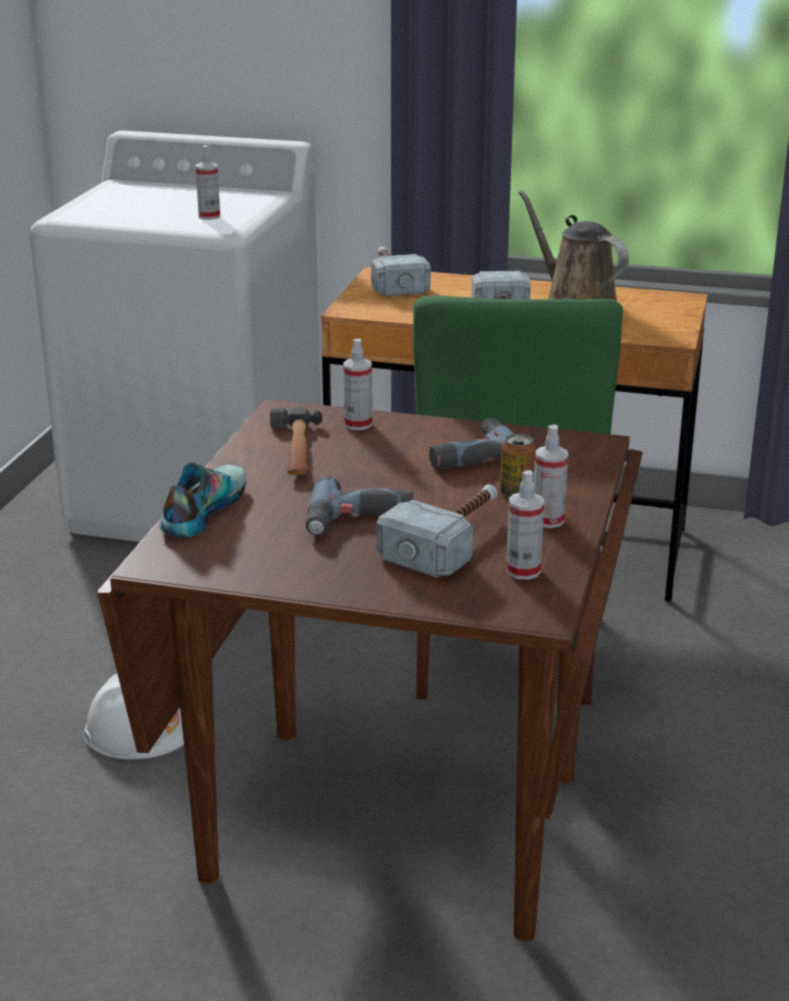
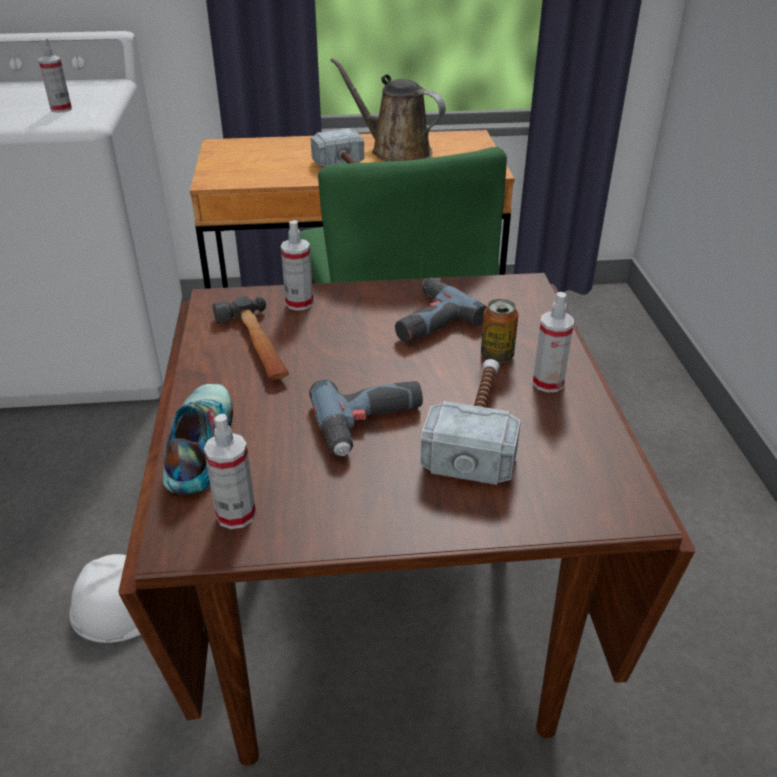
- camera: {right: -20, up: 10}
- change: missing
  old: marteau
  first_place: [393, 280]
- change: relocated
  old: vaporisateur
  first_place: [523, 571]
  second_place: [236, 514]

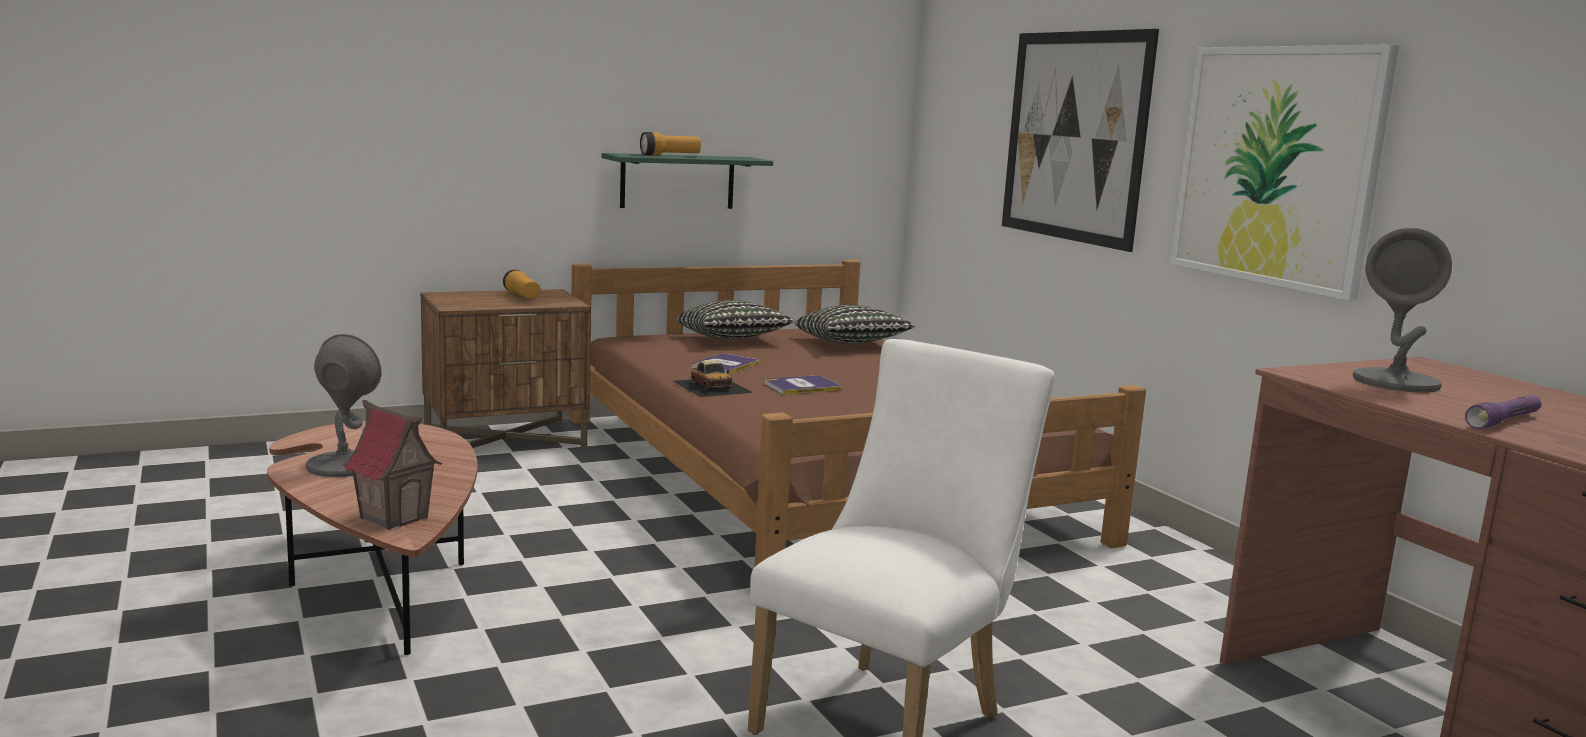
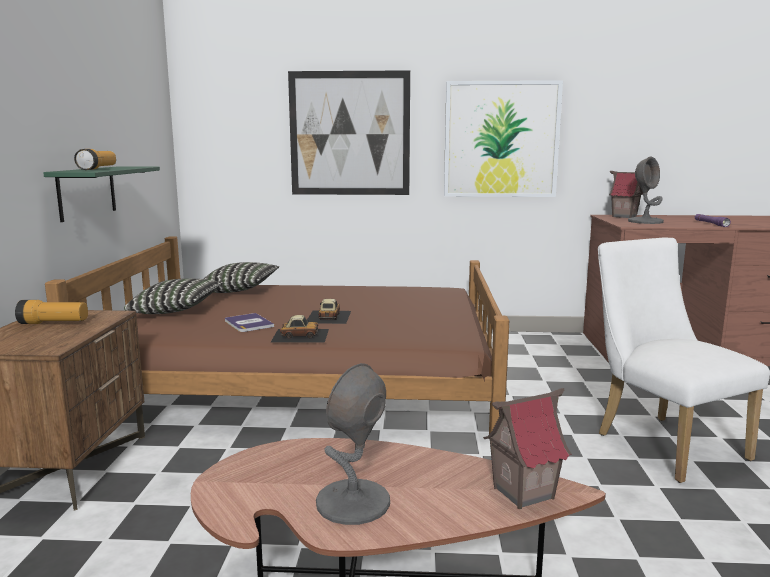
- camera: {right: -60, up: 0}
- change: exchanged
  old: livre
  new: petite voiture
  first_place: [802, 386]
  second_place: [328, 316]
- change: appeared
  new: maison miniature
  second_place: [624, 216]

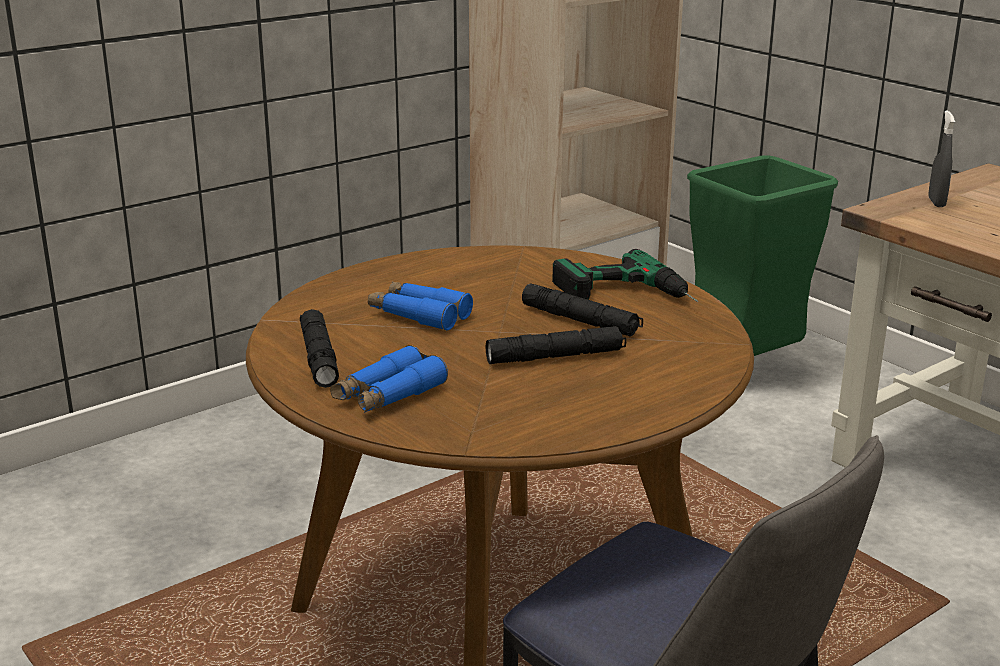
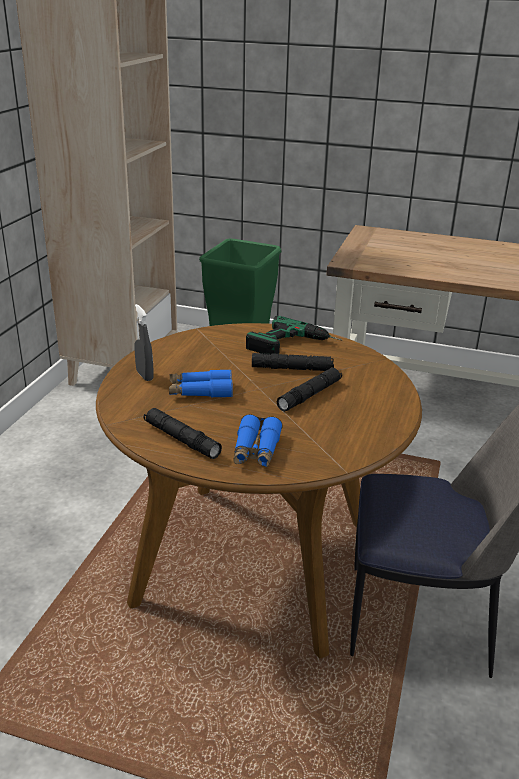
- camera: {right: -35, up: 5}
- change: relocated
  old: vaporisateur (gris)
  first_place: [936, 202]
  second_place: [144, 375]

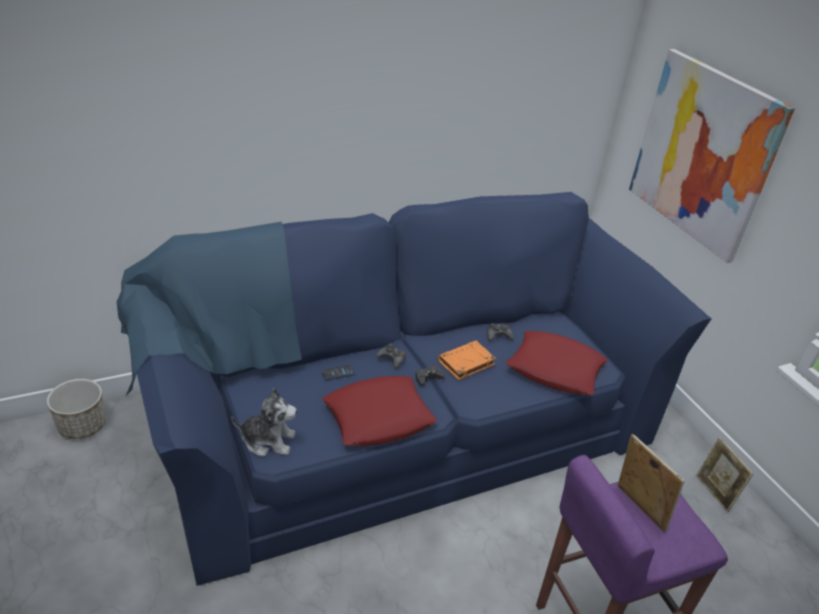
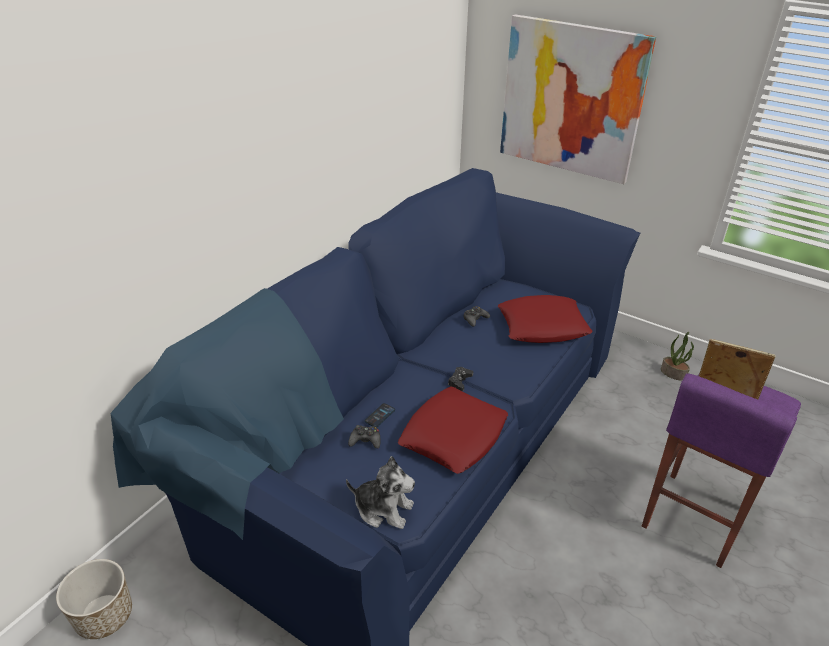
- camera: {right: -30, up: 0}
- change: spun
  old: peluche
  first_place: [268, 440]
  second_place: [383, 509]
  degrees: 45
- change: relocated
  old: manette (noir)
  first_place: [392, 359]
  second_place: [365, 440]
- change: missing
  old: livre (orange)
  first_place: [466, 363]
- change: exchanged
  old: cadre photo
  new: plante en pot
  first_place: [714, 493]
  second_place: [674, 373]

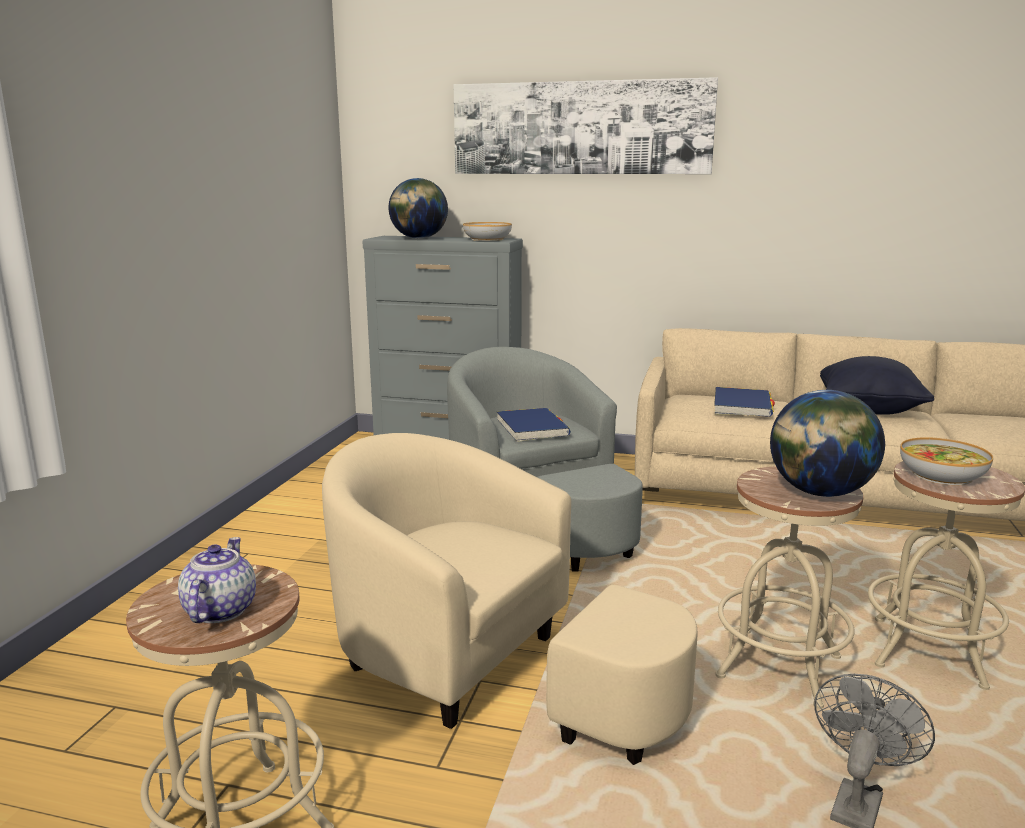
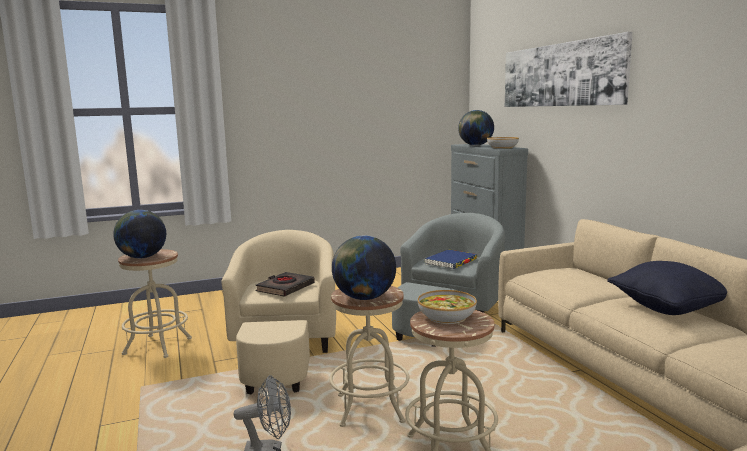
- camera: {right: 55, up: -5}
- change: exchanged
  old: théière
  new: globe
  first_place: [219, 610]
  second_place: [142, 257]
- change: missing
  old: livre (bleu)
  first_place: [742, 406]
- change: appeared
  new: livre (noir)
  second_place: [285, 288]

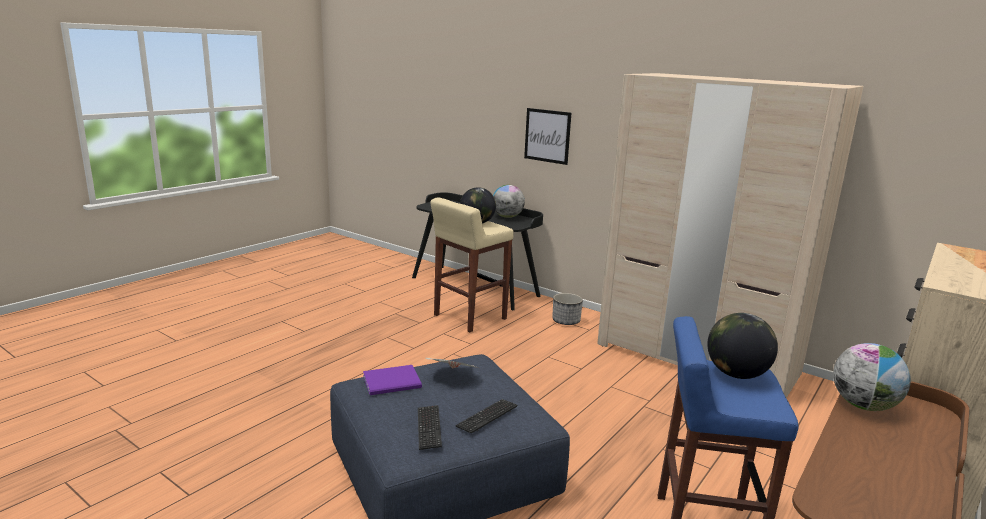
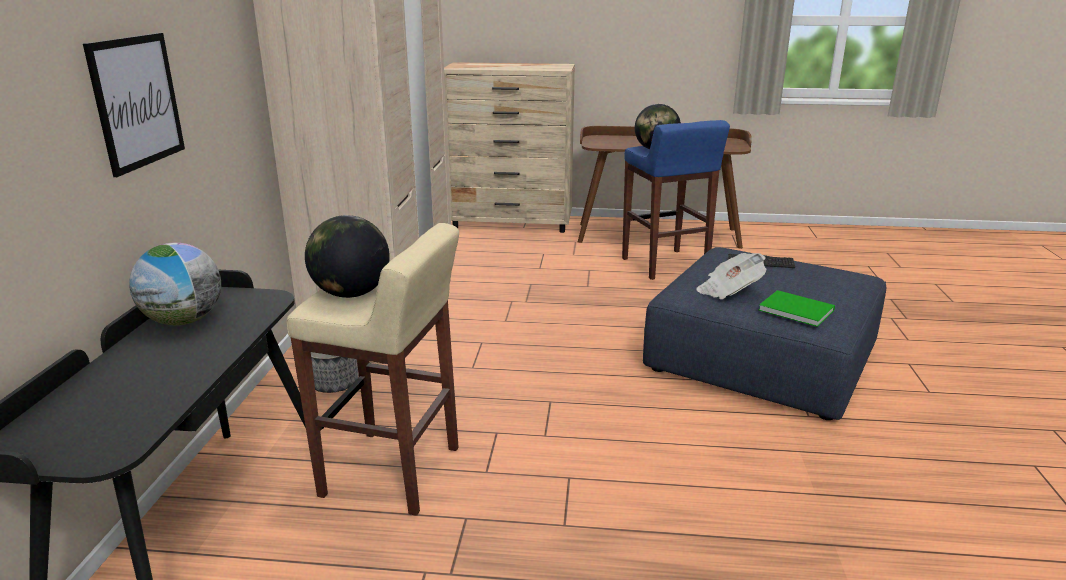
- camera: {right: -120, up: 5}
- change: colour
  old: livre (violet)
  new: livre (vert)
  first_place: [394, 382]
  second_place: [795, 309]
- change: missing
  old: clavier
  first_place: [429, 428]
- change: missing
  old: globe
  first_place: [863, 406]

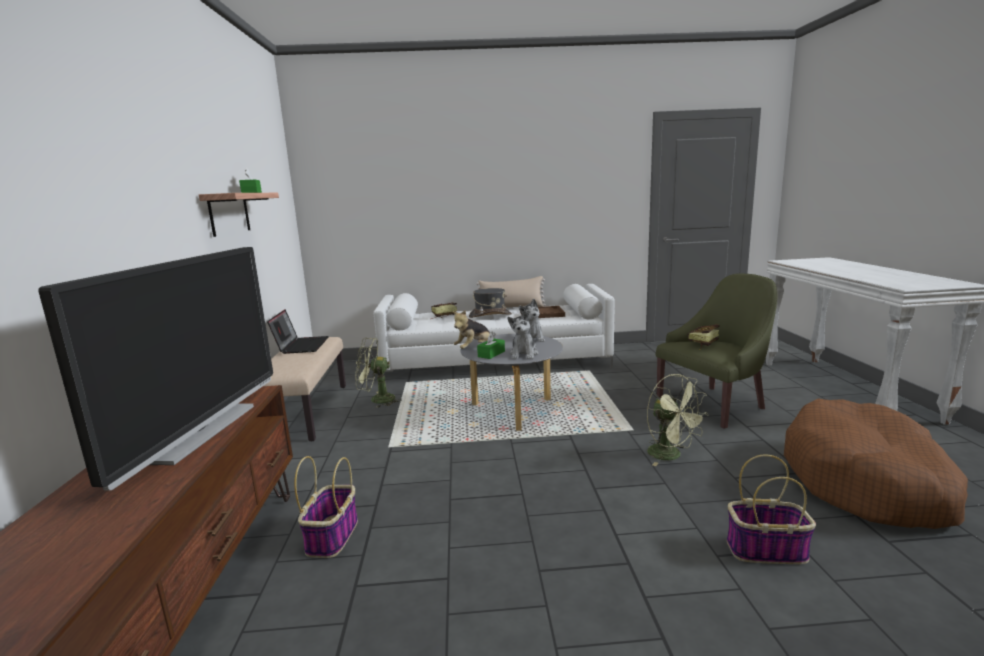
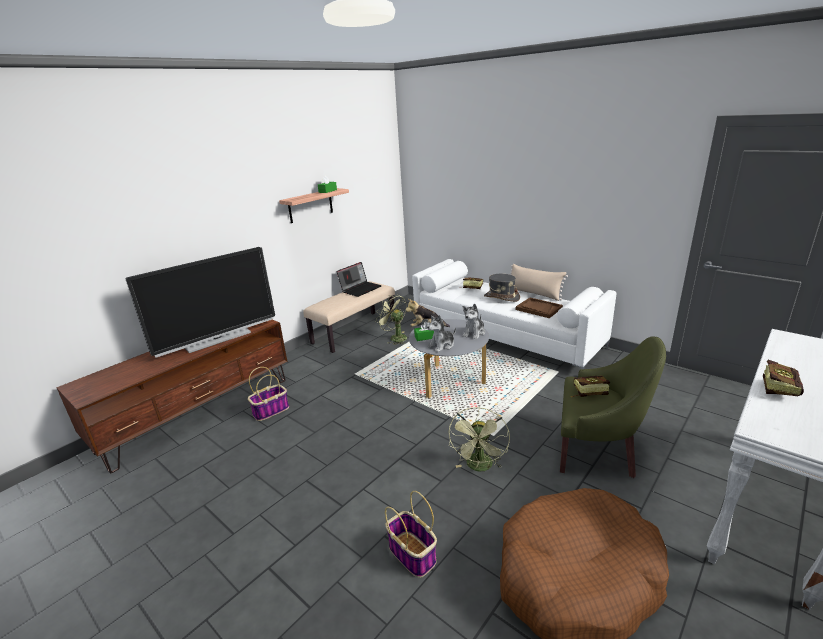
- camera: {right: 45, up: 10}
- change: appeared
  new: livre
  second_place: [778, 388]

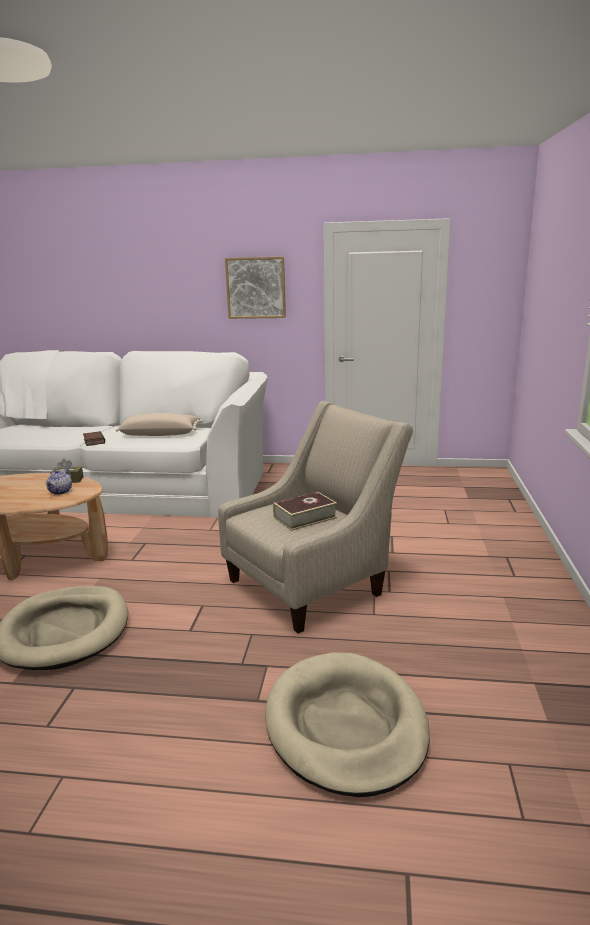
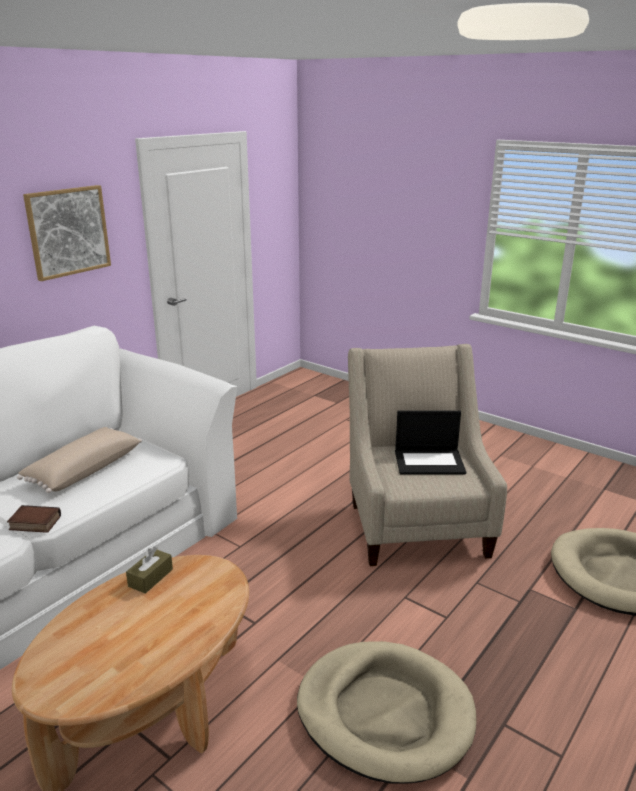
- camera: {right: -60, up: 5}
- change: missing
  old: théière
  first_place: [60, 491]
- change: exchanged
  old: livre
  new: ordinateur portable
  first_place: [305, 517]
  second_place: [430, 462]

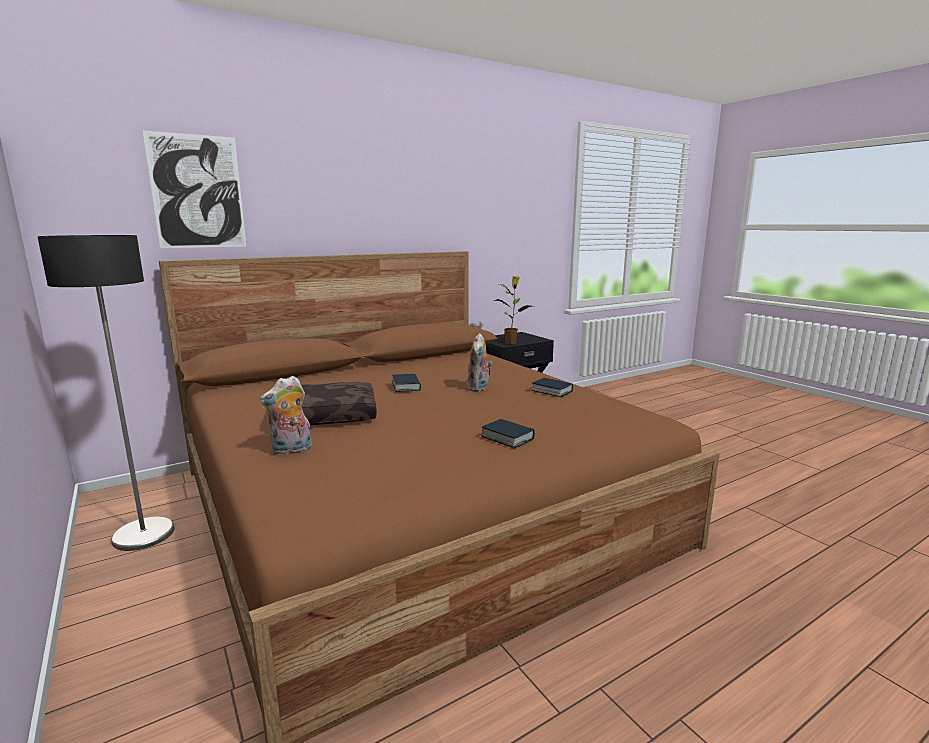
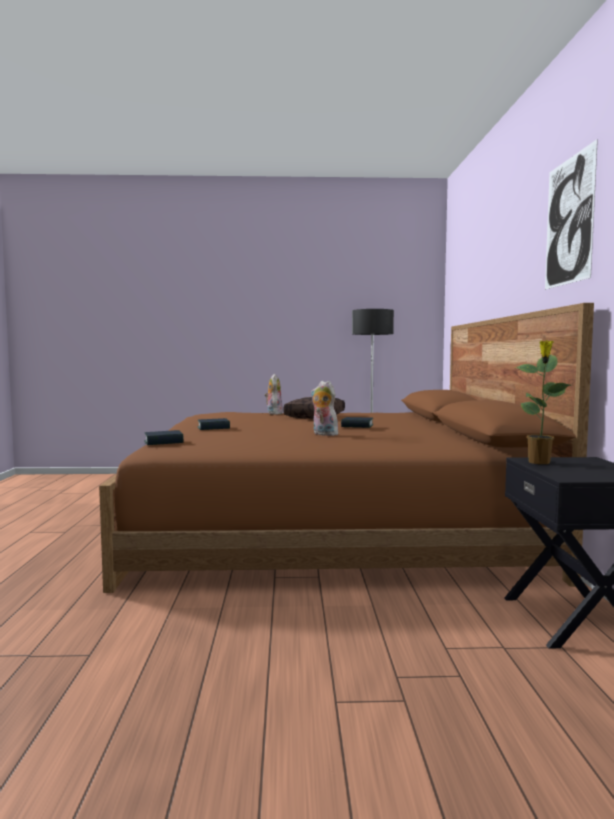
- camera: {right: 120, up: -10}
- change: relocated
  old: tableau
  first_place: [197, 192]
  second_place: [569, 221]
- change: relocated
  old: livre
  first_place: [552, 391]
  second_place: [163, 442]

